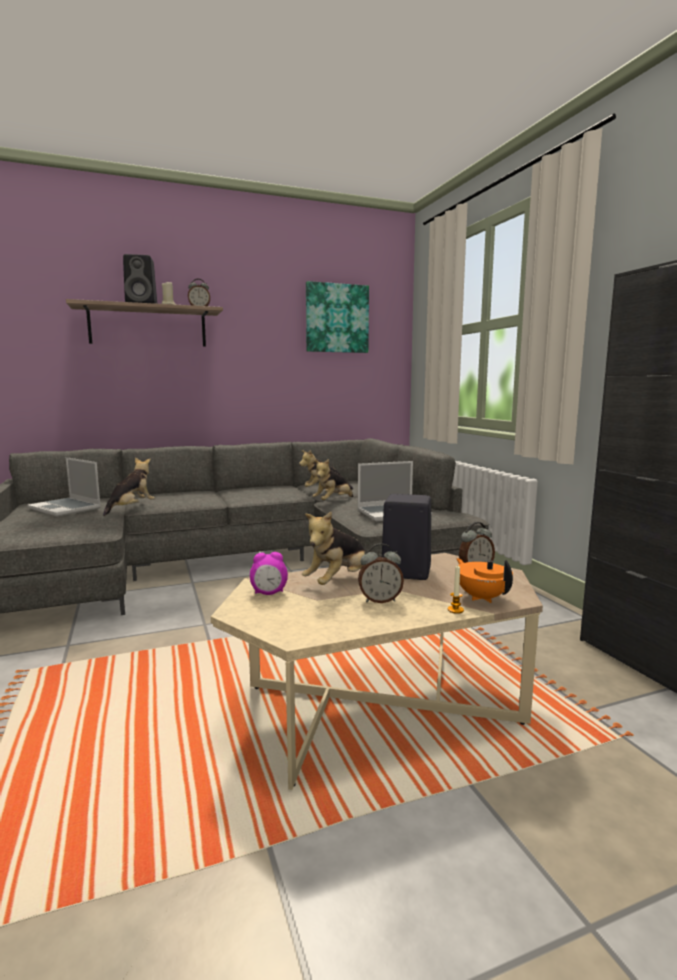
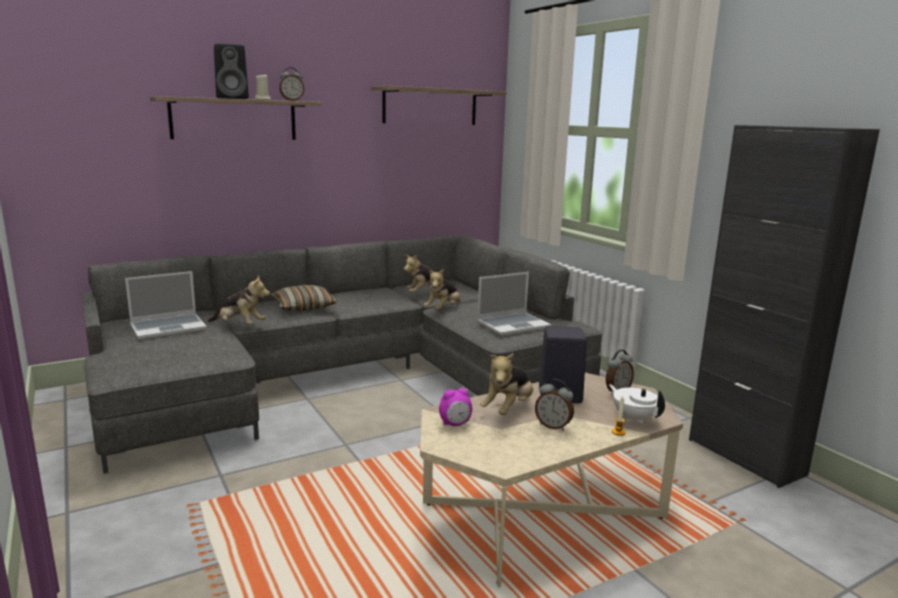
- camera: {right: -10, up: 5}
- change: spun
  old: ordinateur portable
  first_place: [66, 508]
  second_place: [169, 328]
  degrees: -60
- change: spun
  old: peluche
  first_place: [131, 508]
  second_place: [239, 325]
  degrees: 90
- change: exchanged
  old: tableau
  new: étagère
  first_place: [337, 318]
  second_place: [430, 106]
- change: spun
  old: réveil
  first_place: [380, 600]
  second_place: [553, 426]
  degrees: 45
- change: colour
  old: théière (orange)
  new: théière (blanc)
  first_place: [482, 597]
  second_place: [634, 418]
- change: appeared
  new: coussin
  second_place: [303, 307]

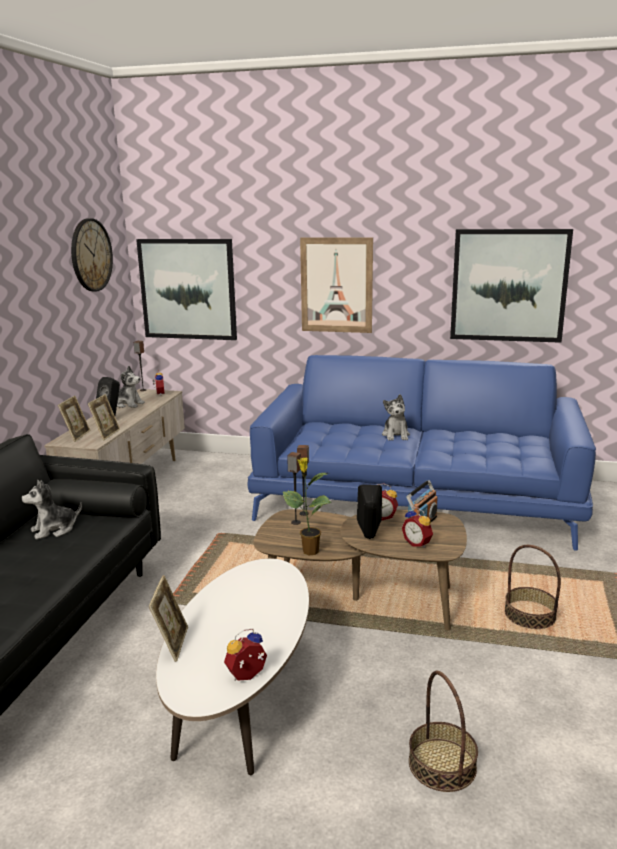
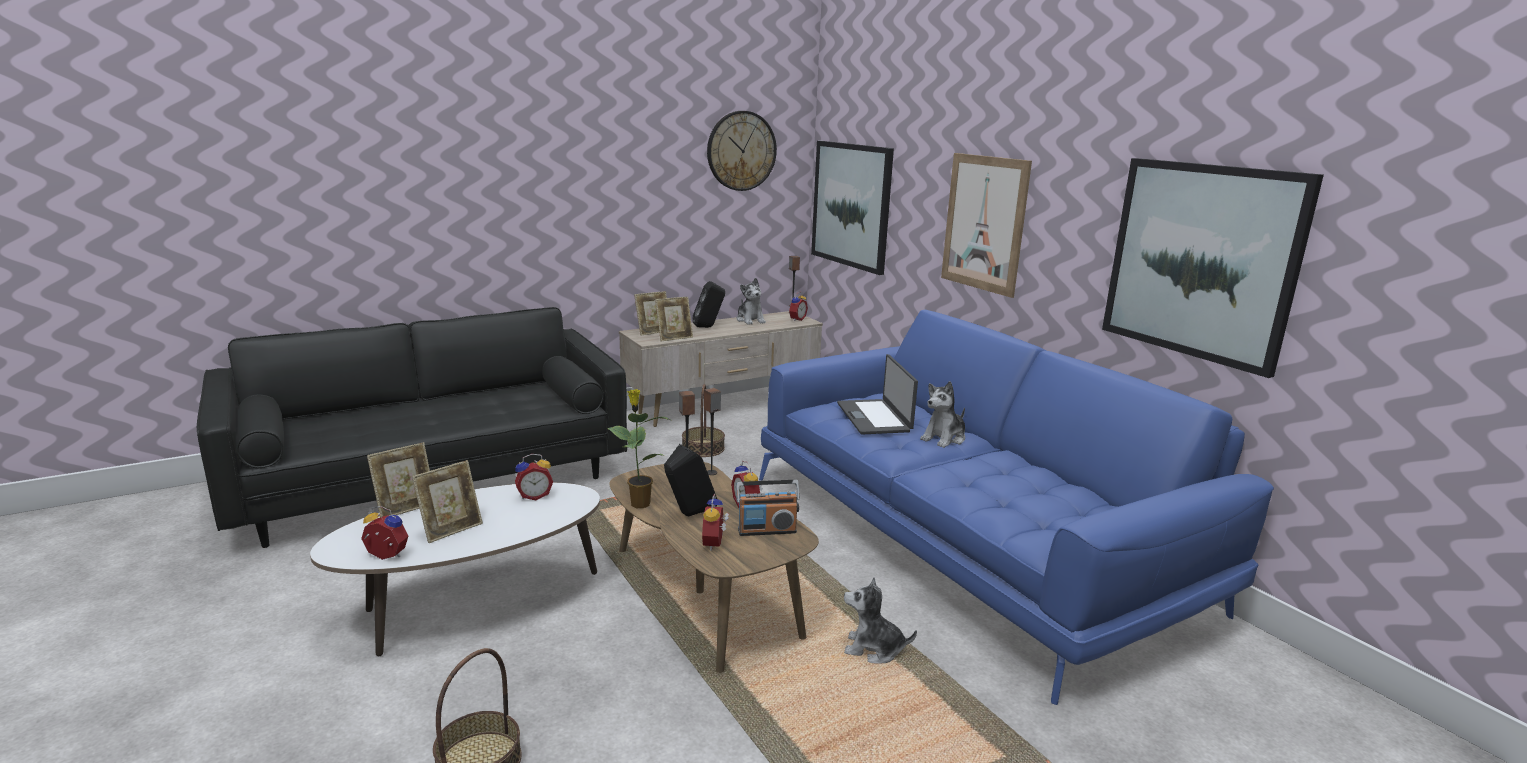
- camera: {right: 45, up: 0}
- change: relocated
  old: peluche
  first_place: [54, 530]
  second_place: [873, 649]
- change: relocated
  old: panier
  first_place: [530, 615]
  second_place: [703, 448]
- change: appeared
  new: cadre photo
  second_place: [451, 529]
- change: appeared
  new: réveil
  second_place: [534, 496]
- change: appeared
  new: ordinateur portable
  second_place: [875, 417]

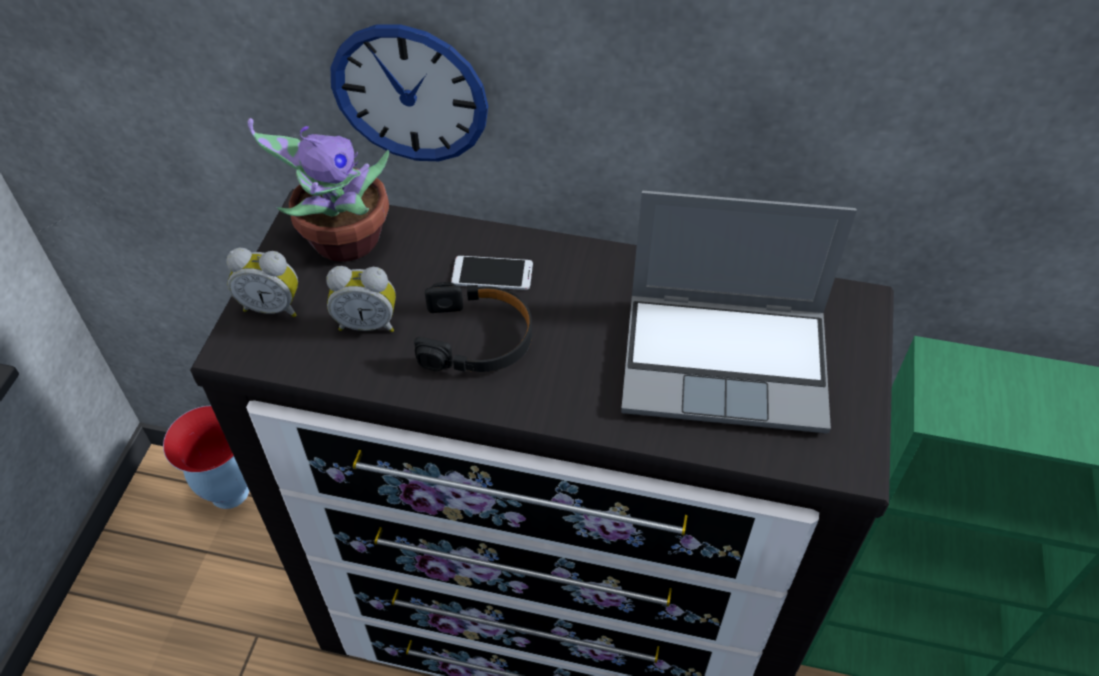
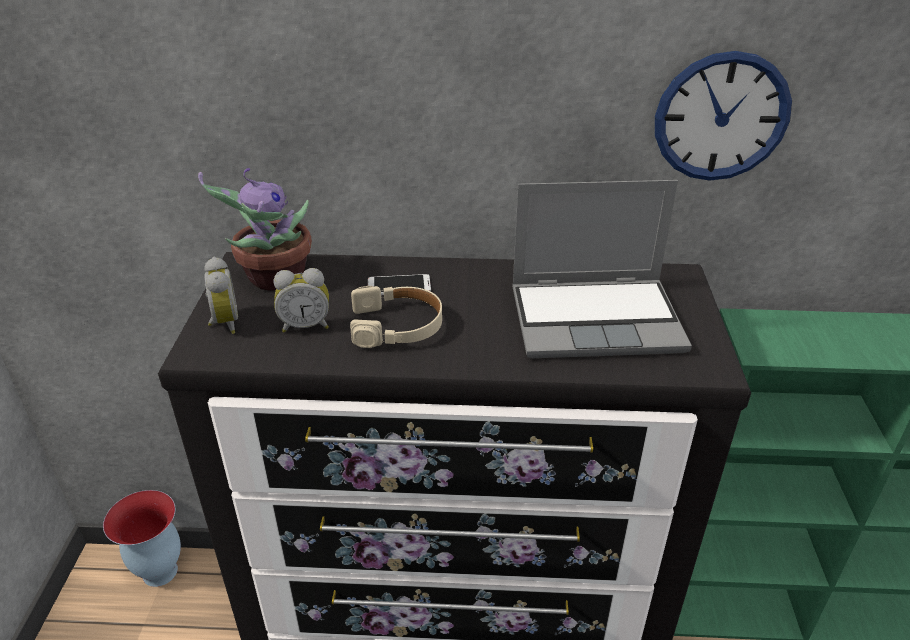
- camera: {right: -10, up: -15}
- change: spun
  old: réveil
  first_place: [273, 306]
  second_place: [223, 323]
  degrees: -105
- change: relocated
  old: horloge murale
  first_place: [409, 94]
  second_place: [721, 117]
- change: colour
  old: casque audio (noir)
  new: casque audio (beige)
  first_place: [476, 339]
  second_place: [397, 326]

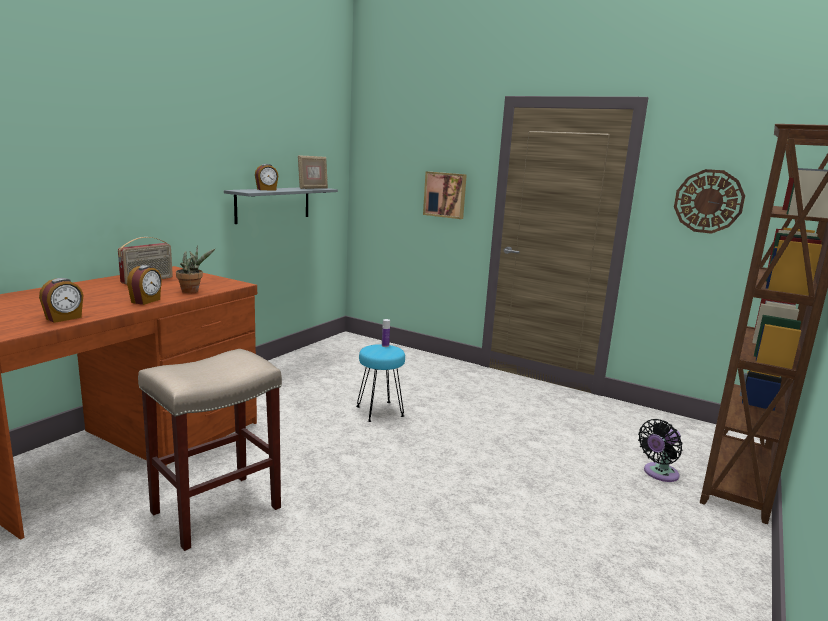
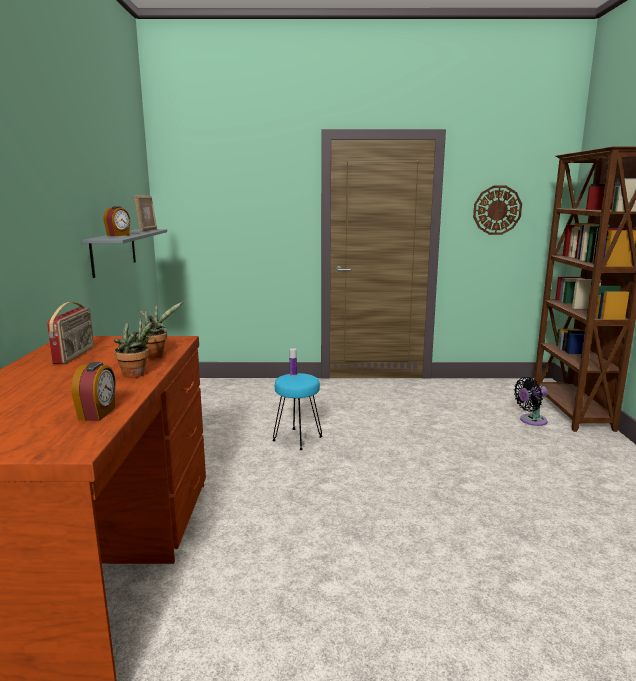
- camera: {right: -30, up: 0}
- change: exchanged
  old: réveil
  new: plante en pot
  first_place: [146, 301]
  second_place: [137, 375]
- change: missing
  old: tabouret (beige)
  first_place: [215, 511]
- change: missing
  old: tableau
  first_place: [445, 195]
- change: spun
  old: ventilateur (noir)
  first_place: [658, 474]
  second_place: [531, 421]
  degrees: 45

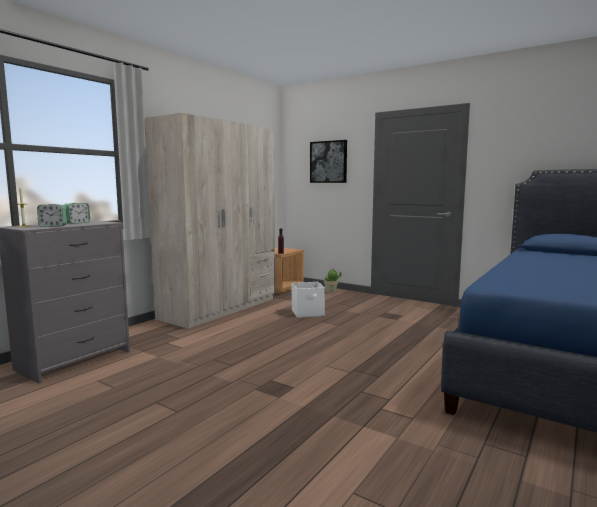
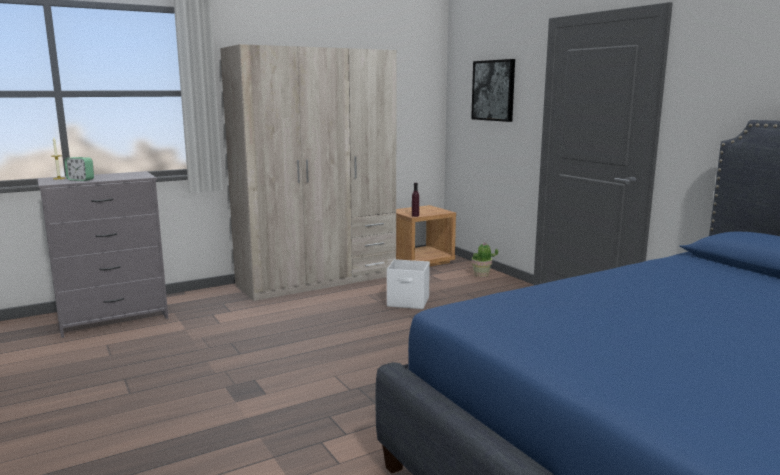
- camera: {right: 25, up: 5}
- change: missing
  old: réveil
  first_place: [77, 223]

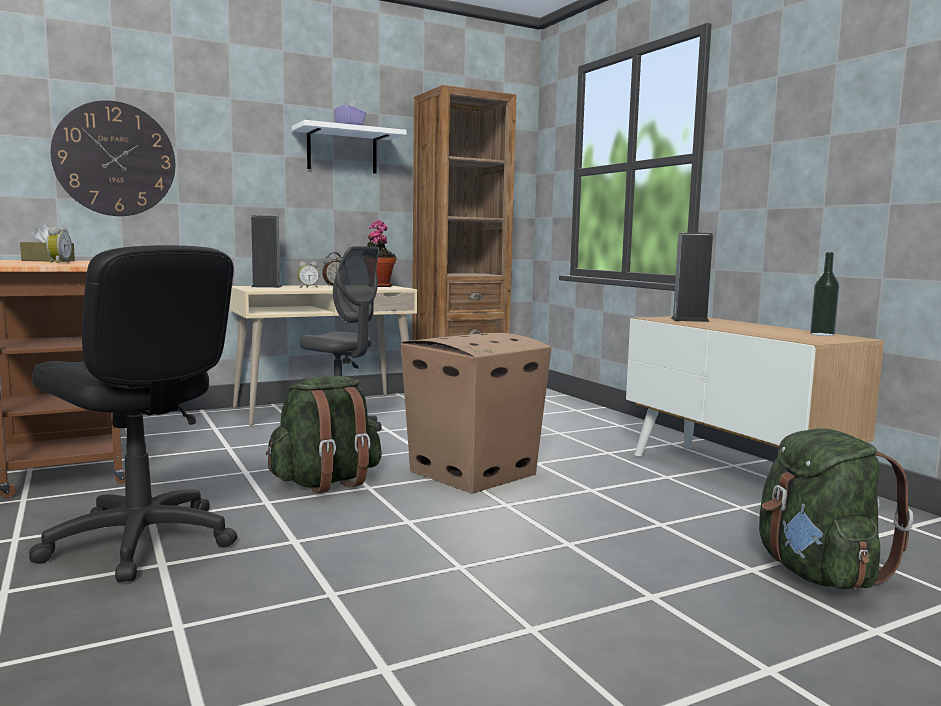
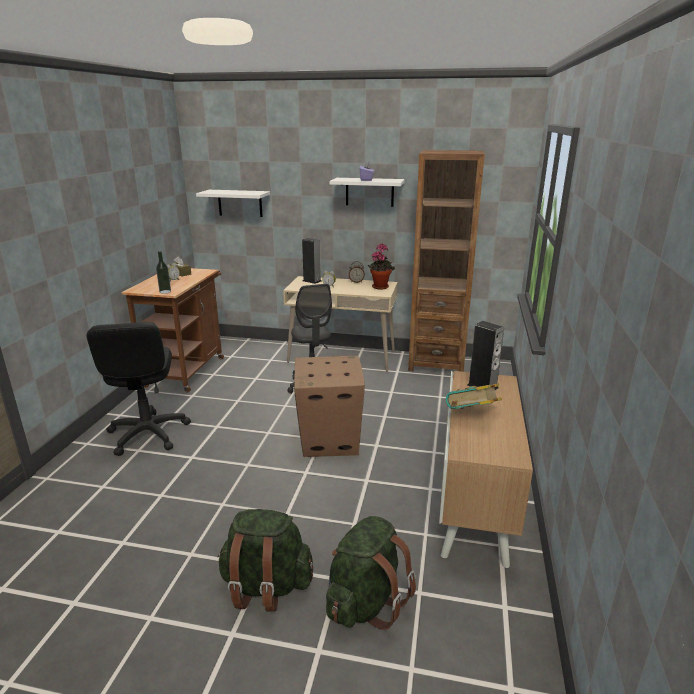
- camera: {right: 40, up: 15}
- change: exchanged
  old: horloge murale
  new: étagère (blanc)
  first_place: [115, 159]
  second_place: [240, 203]
- change: relocated
  old: sac à dos (vert)
  first_place: [326, 482]
  second_place: [266, 586]
- change: relocated
  old: bouteille
  first_place: [822, 334]
  second_place: [165, 291]
- change: appeared
  new: livre
  second_place: [472, 416]

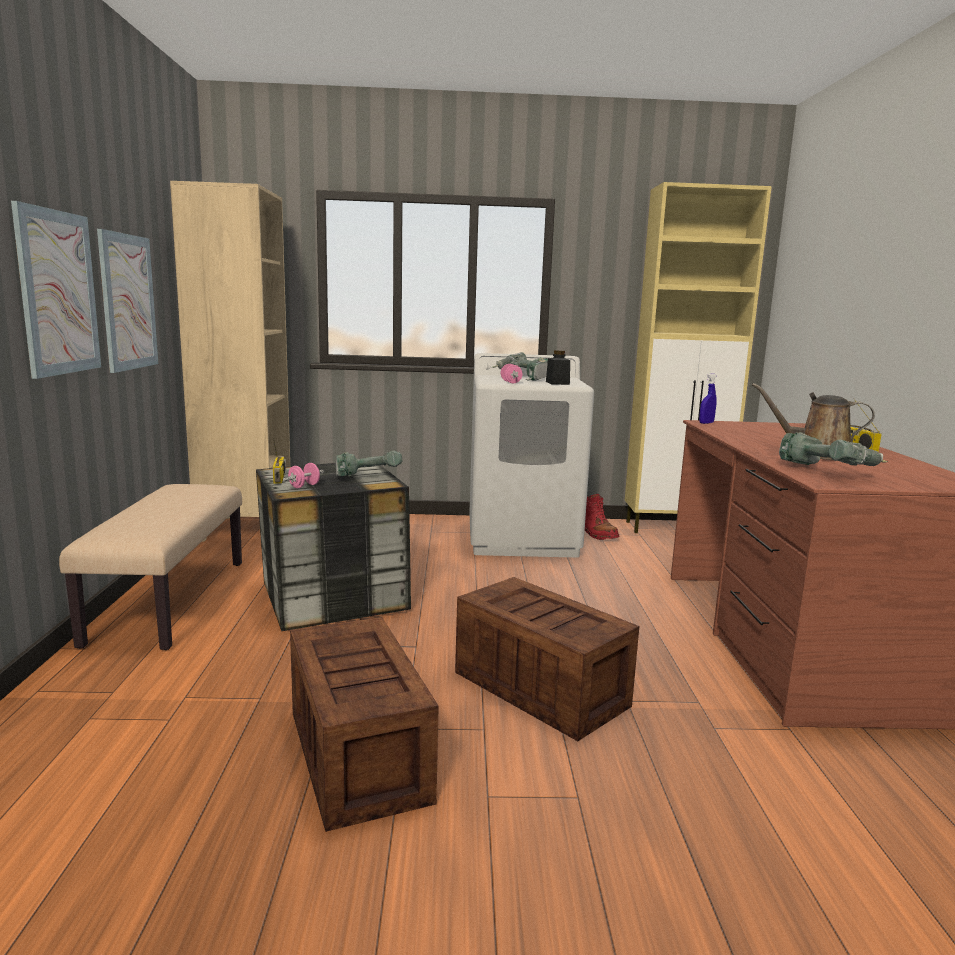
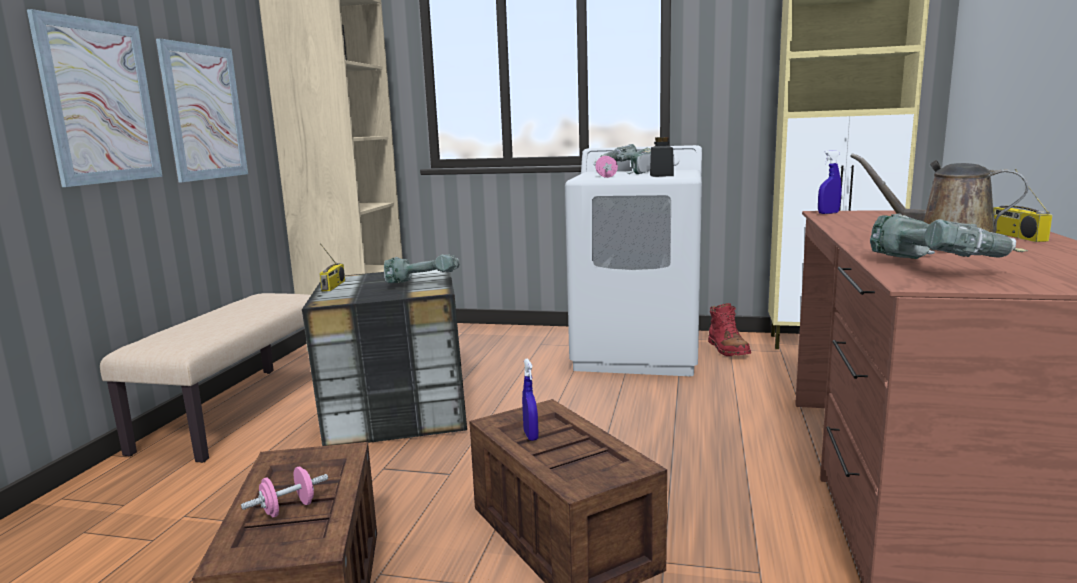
- camera: {right: 15, up: 0}
- change: relocated
  old: haltère (rose)
  first_place: [304, 486]
  second_place: [288, 509]
- change: appeared
  new: vaporisateur (bleu)
  second_place: [530, 435]

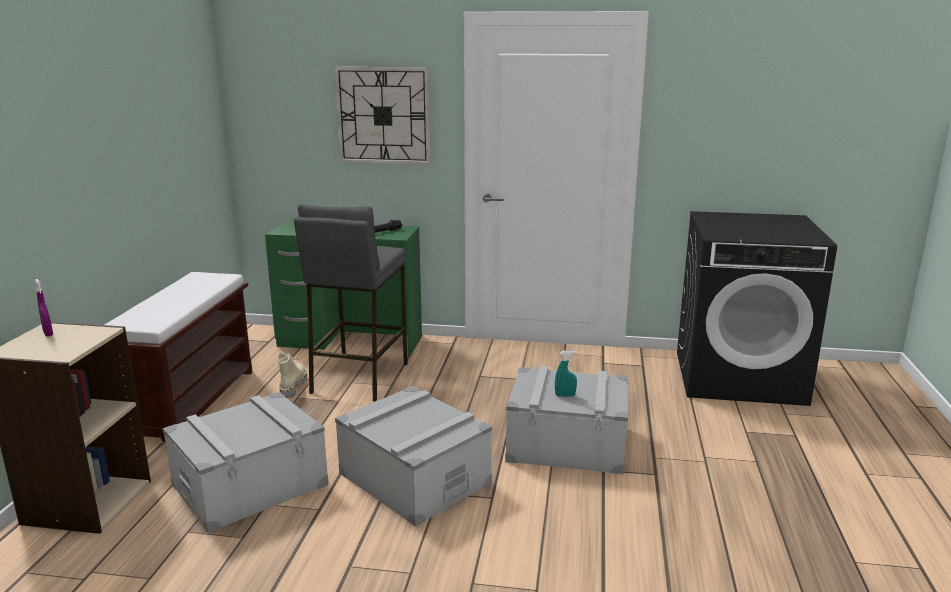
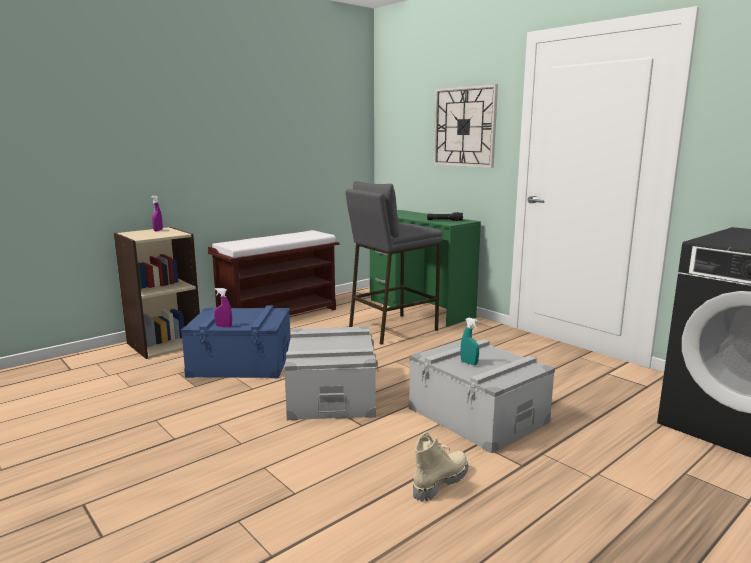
- camera: {right: 40, up: -5}
- change: colour
  old: boîte de rangement (gris)
  new: boîte de rangement (bleu)
  first_place: [250, 484]
  second_place: [241, 363]
- change: relocated
  old: botte (beige)
  first_place: [292, 386]
  second_place: [439, 481]
- change: appeared
  new: vaporisateur (violet)
  second_place: [224, 326]

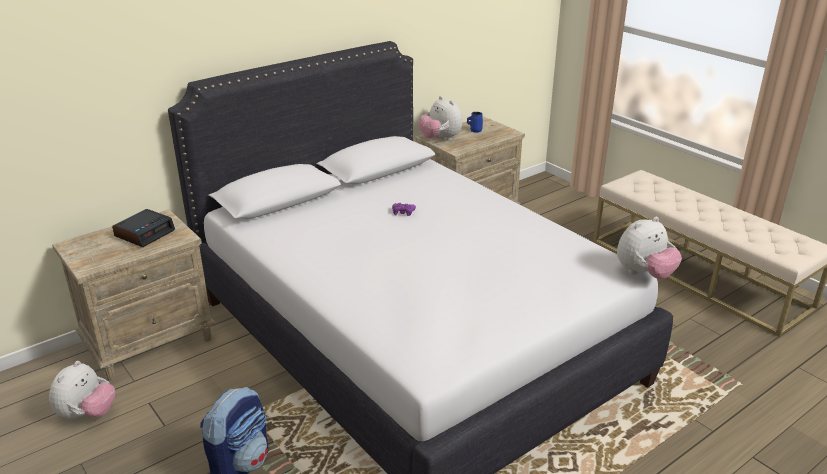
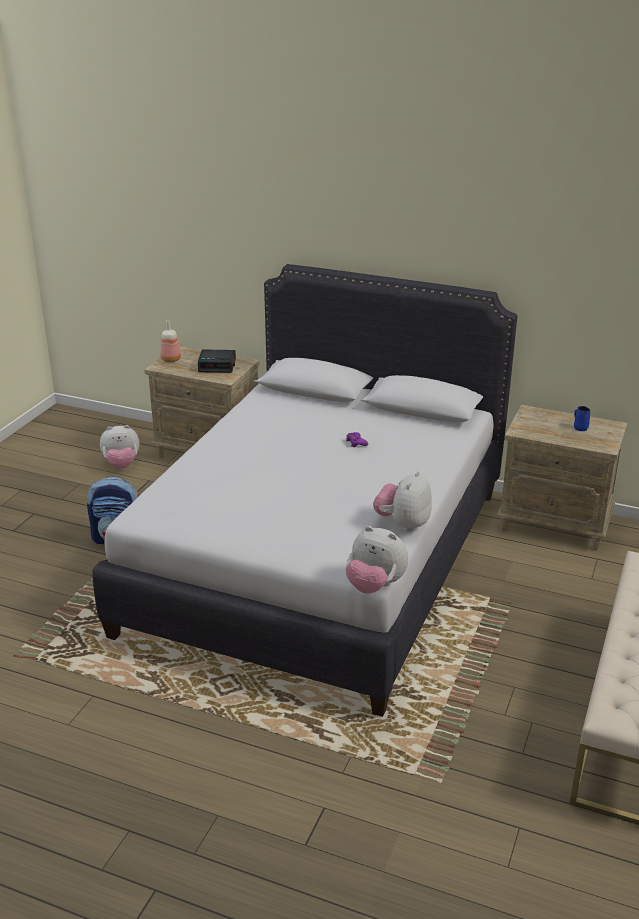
- camera: {right: 60, up: 0}
- change: relocated
  old: peluche
  first_place: [440, 139]
  second_place: [403, 524]
- change: appeared
  new: bouteille
  second_place: [171, 359]

